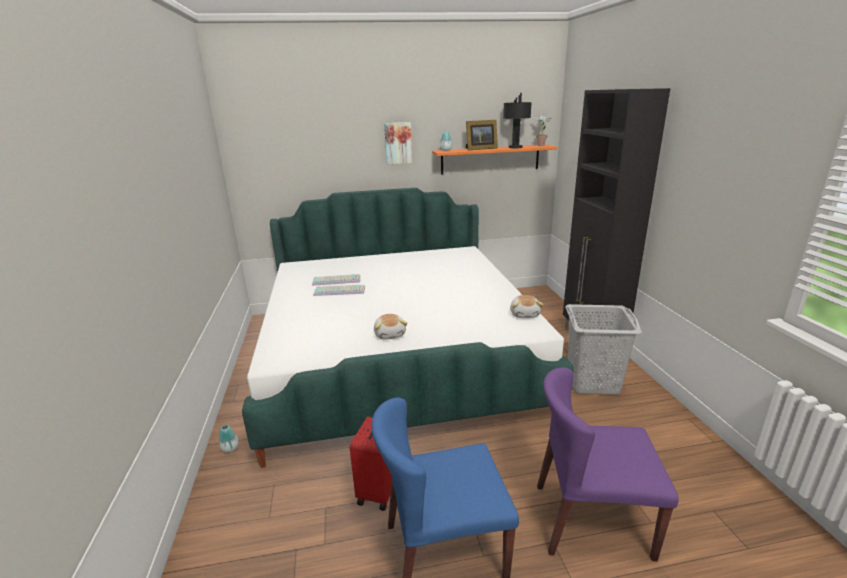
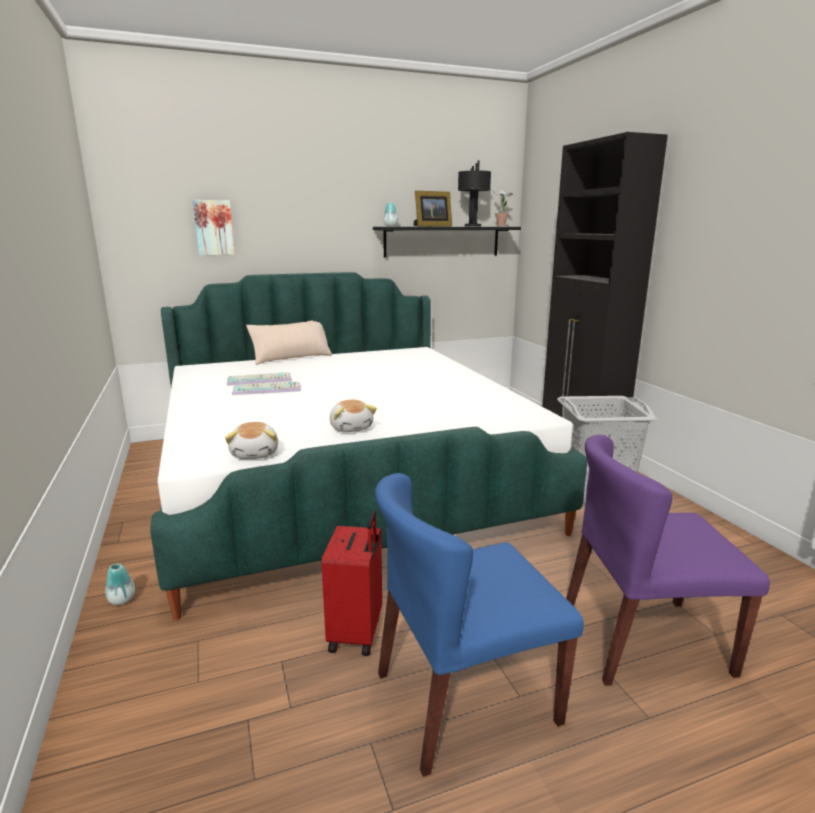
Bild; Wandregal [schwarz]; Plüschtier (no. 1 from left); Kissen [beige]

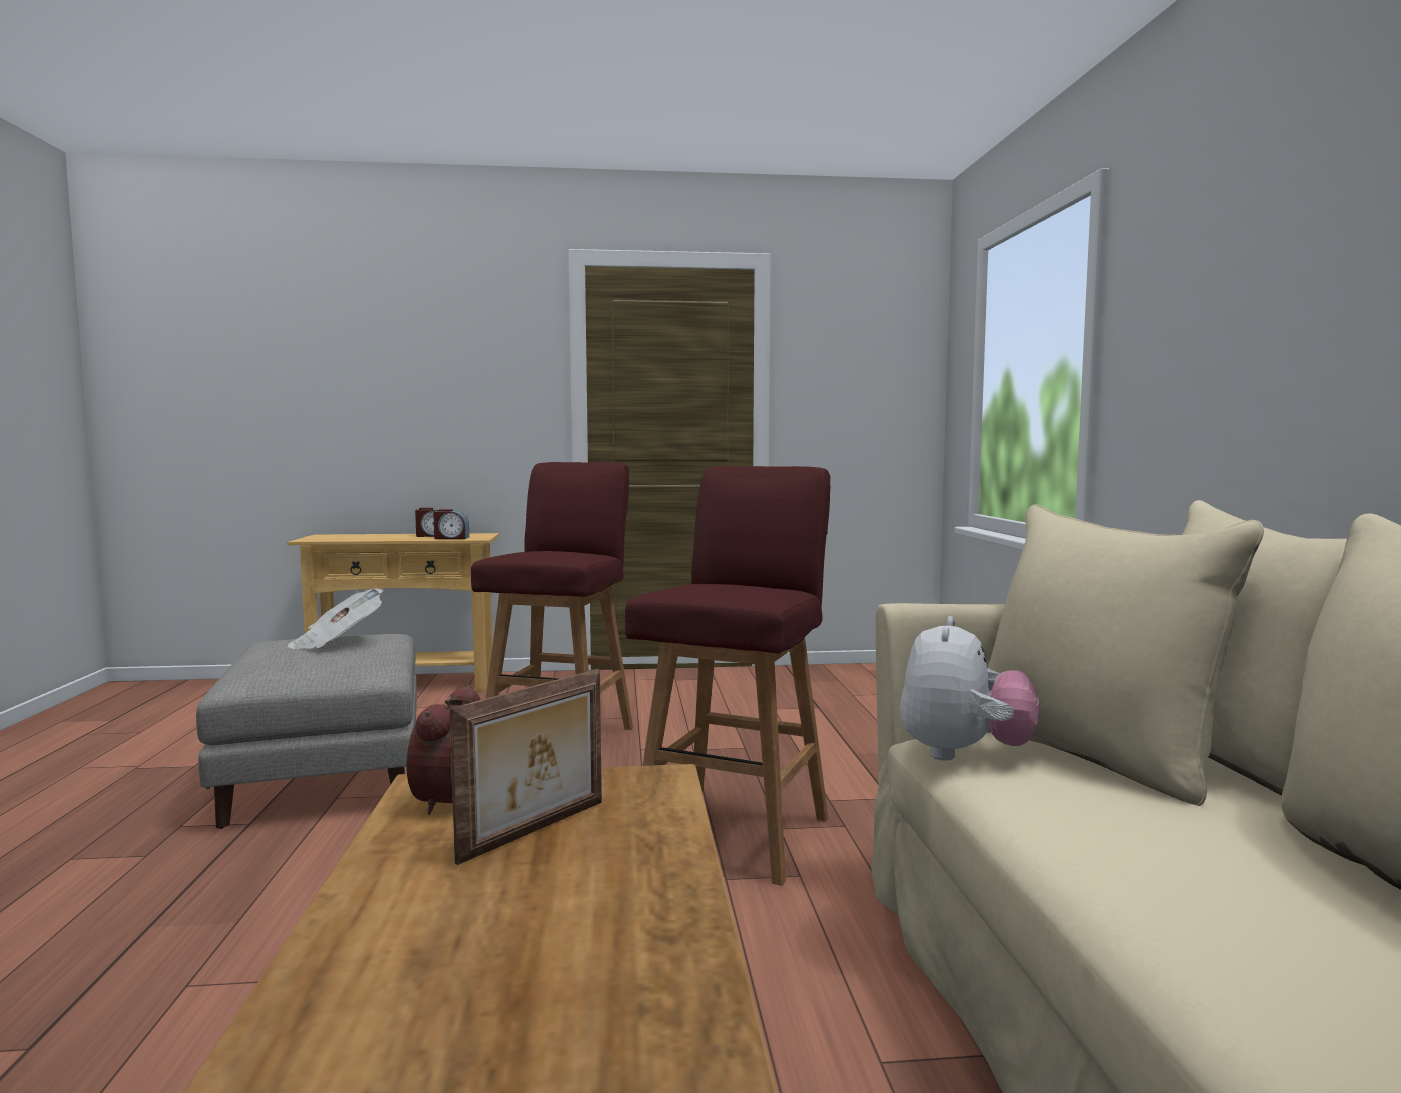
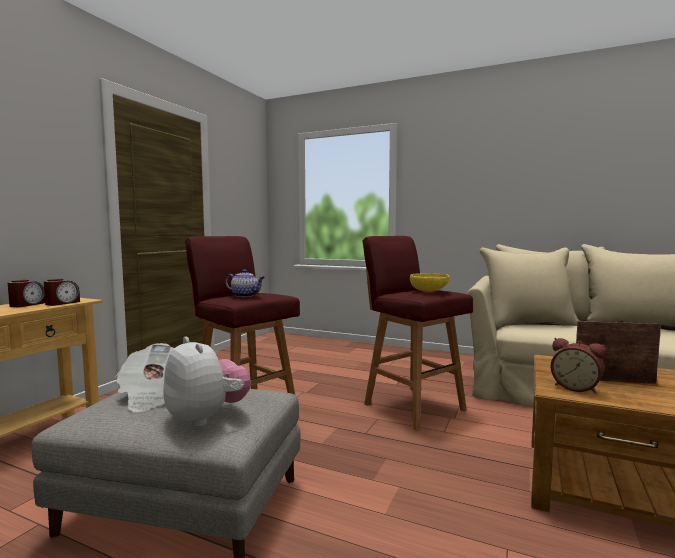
Plüschtier; Bilderrahmen; Teekanne; Schüssel [gelb]

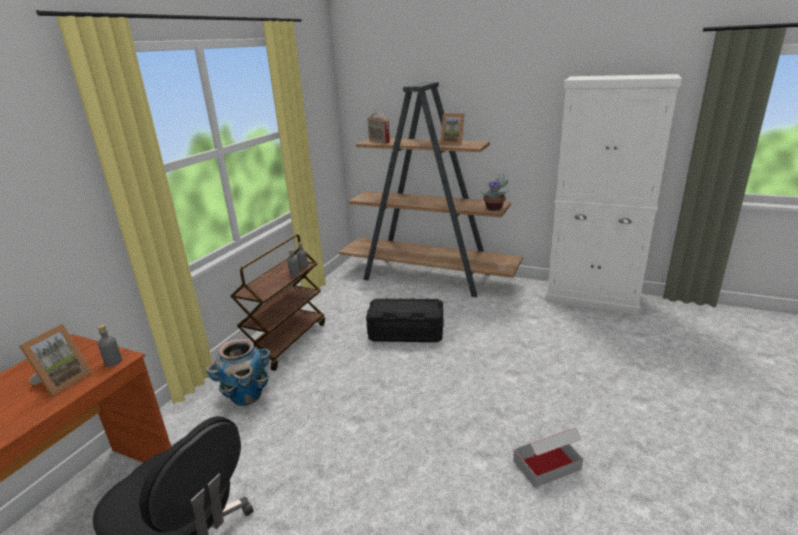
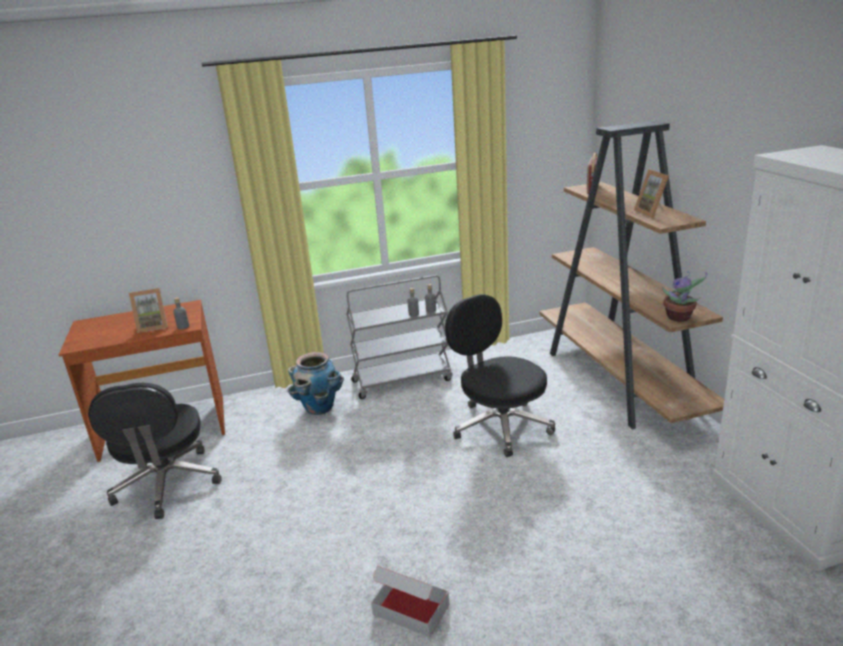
Rollwagen [grau]; Bürostuhl [schwarz] (no. 2 from left)

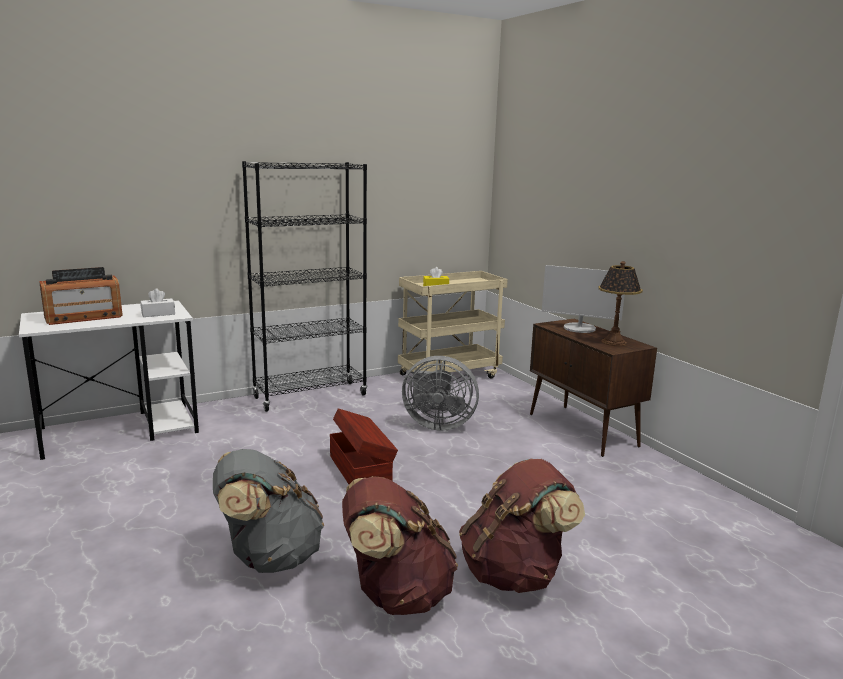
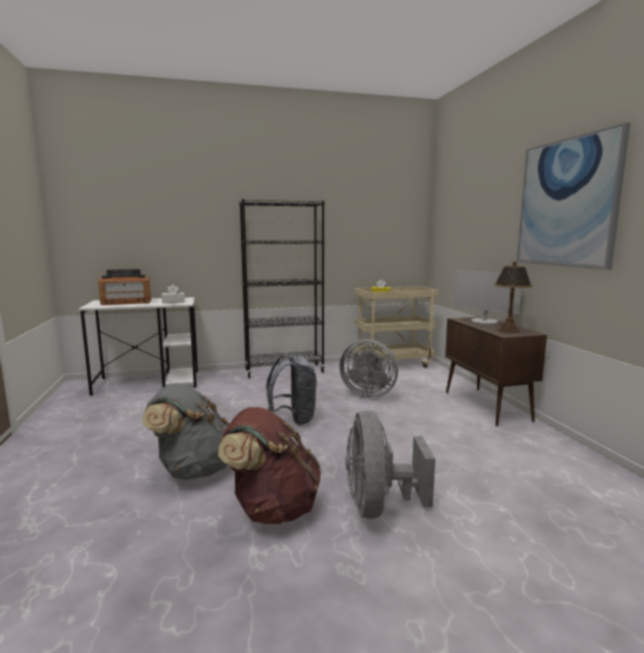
Rucksack [grau] (no. 2 from left); Ventilator [grau] (no. 2 from left); Bild

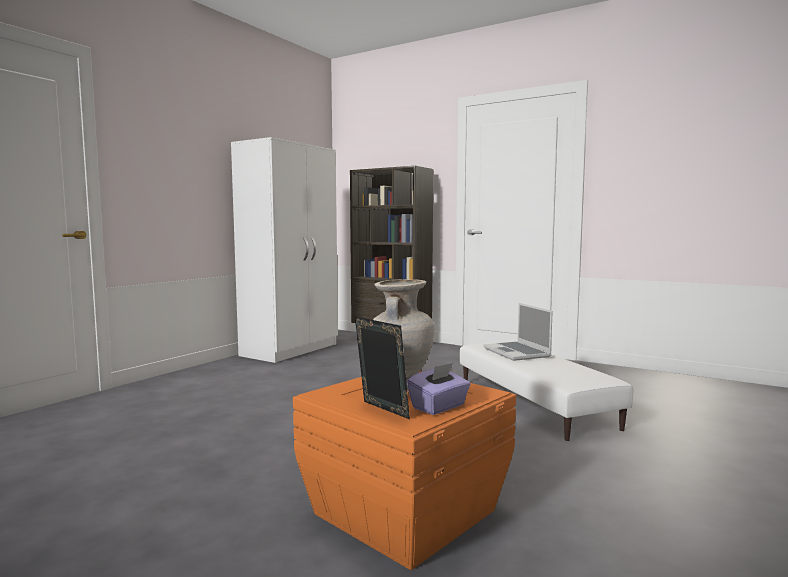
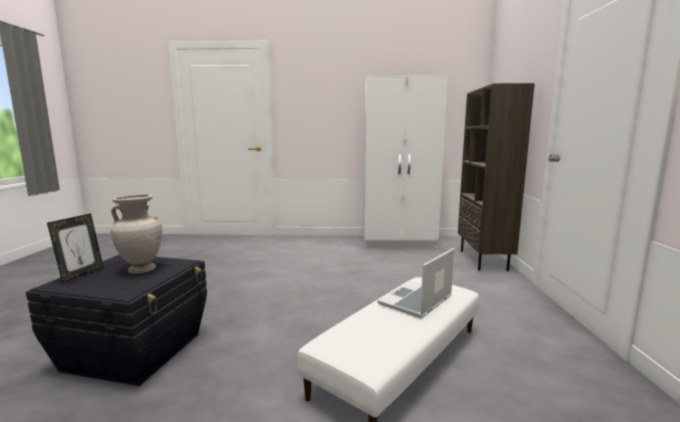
Taschentuchbox [lila]; Aufbewahrungsbox [schwarz]

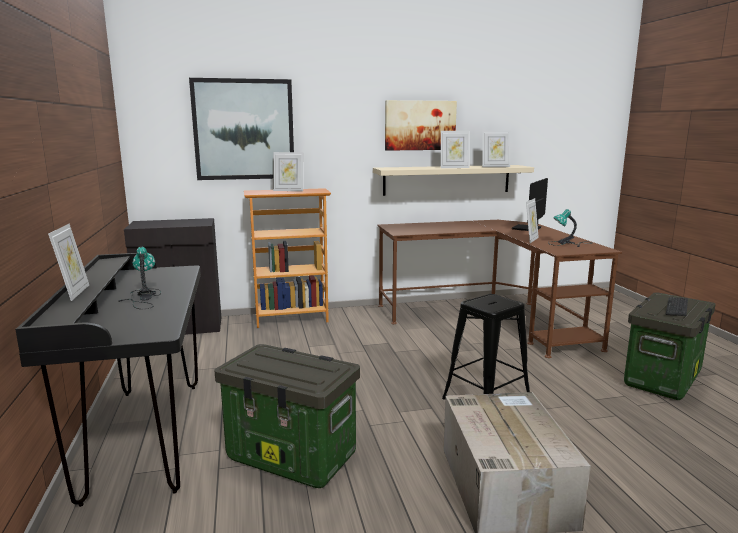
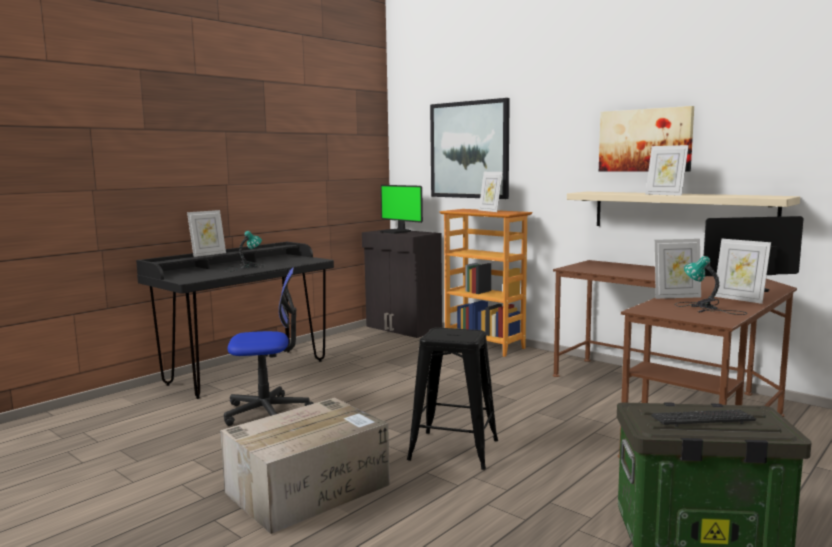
Bilderrahmen (no. 5 from left); Bürostuhl; Monitor (no. 1 from left)

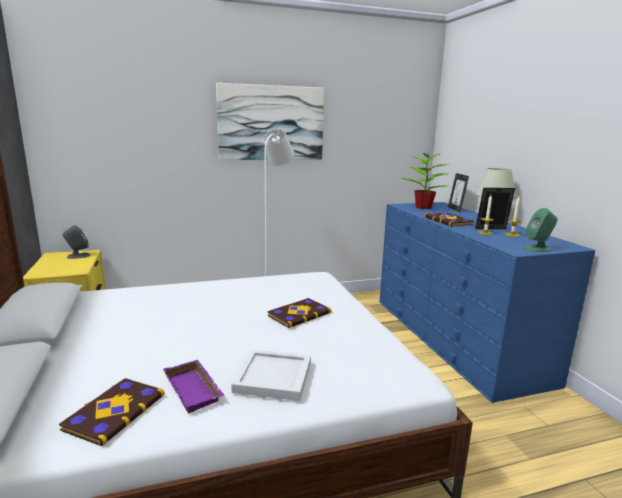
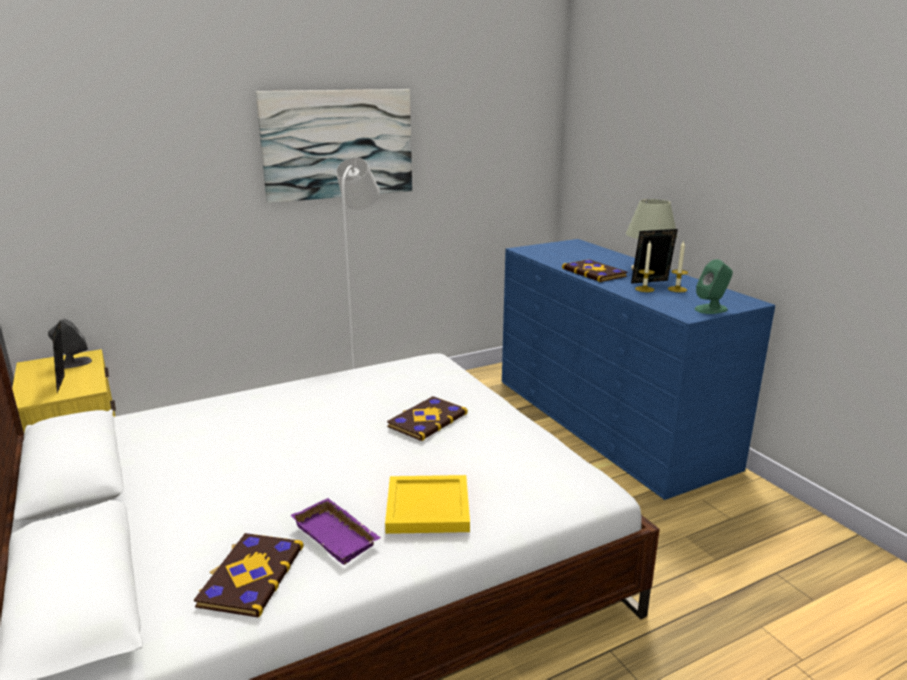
Topfpflanze; Bilderrahmen (no. 1 from left); Tablett [gelb]

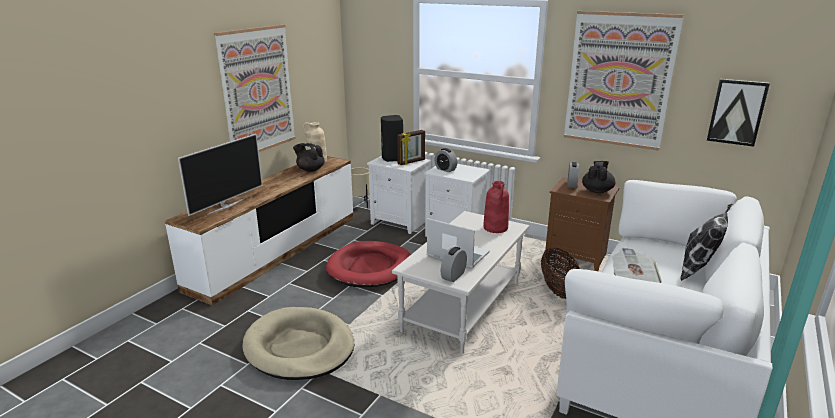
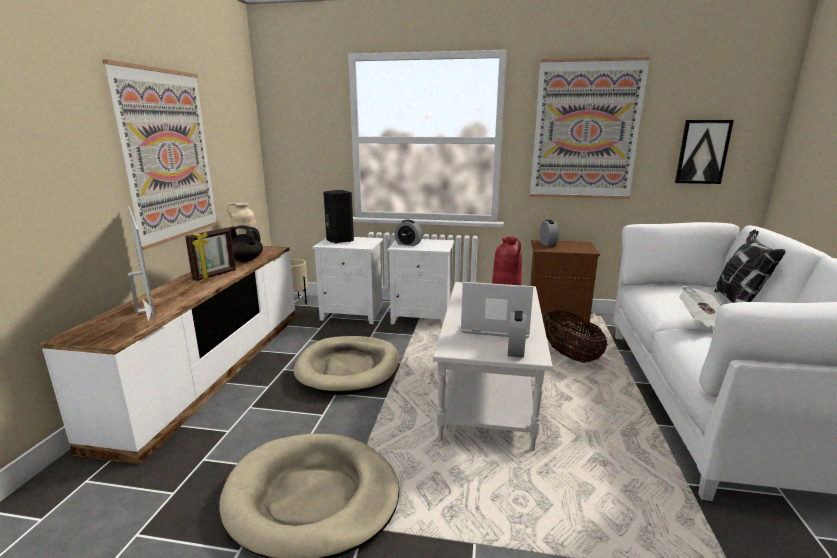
Bilderrahmen; Fernseher; Teekanne [schwarz] (no. 2 from left in the first image); Hundebett [beige] (no. 2 from left)

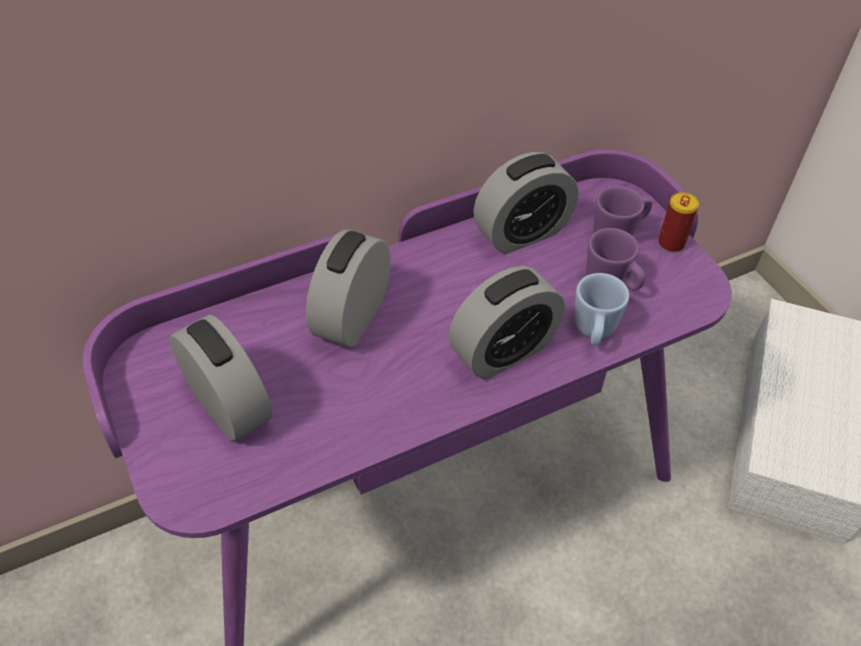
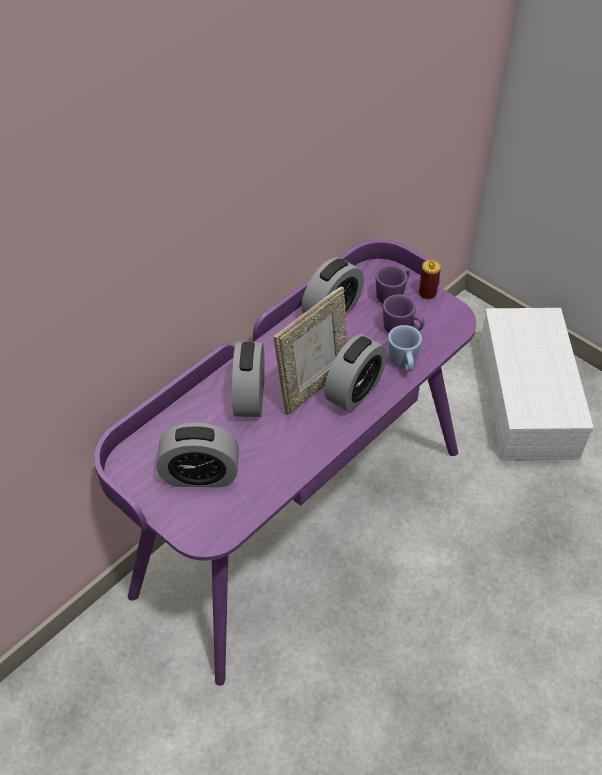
Wecker (no. 1 from left); Bilderrahmen

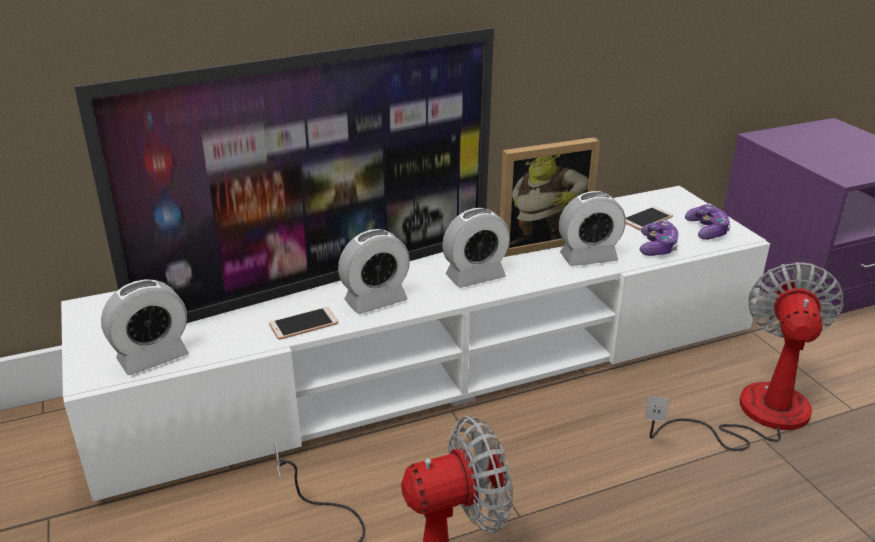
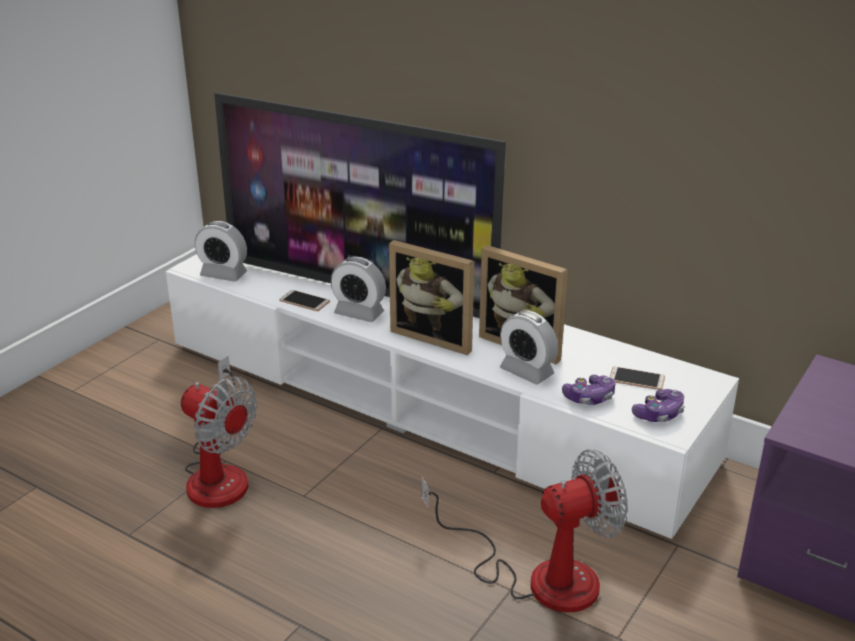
Bilderrahmen (no. 1 from left)

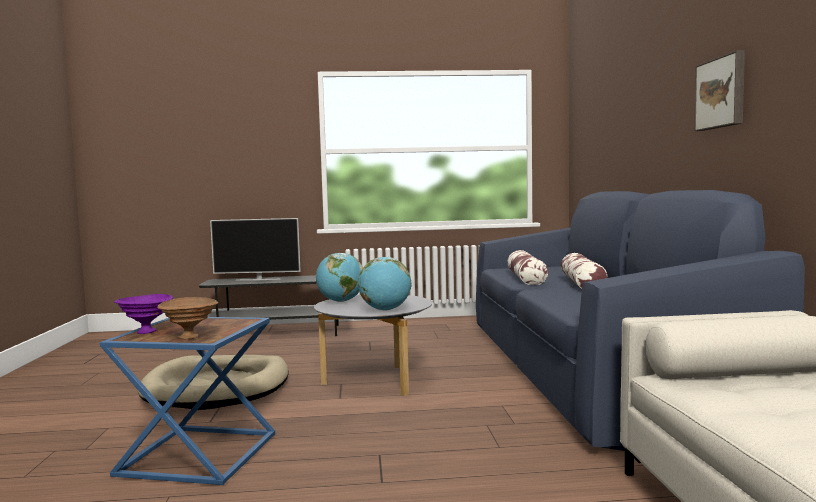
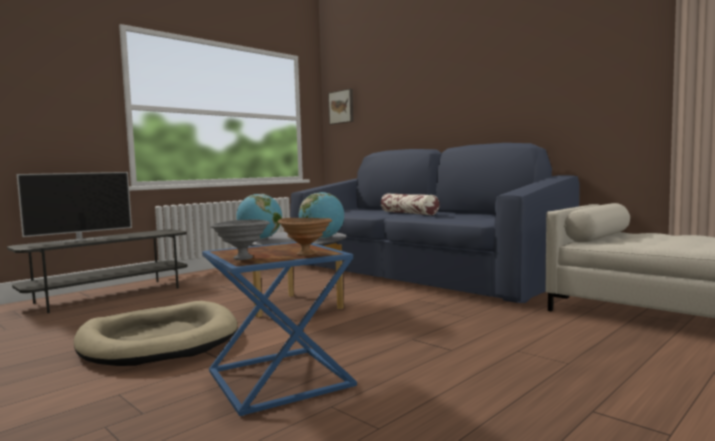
Bild; Kissen (no. 1 from left in the first image); Schüssel [grau]

